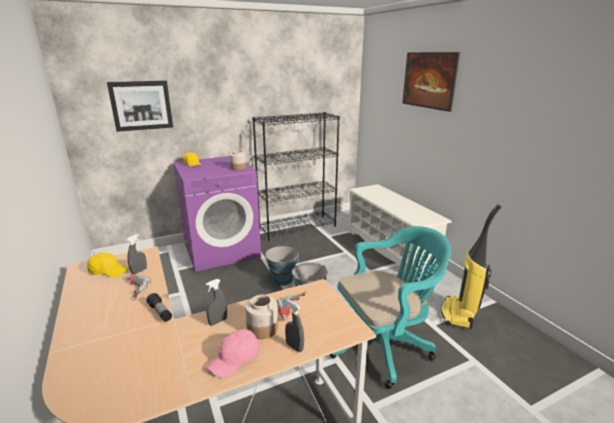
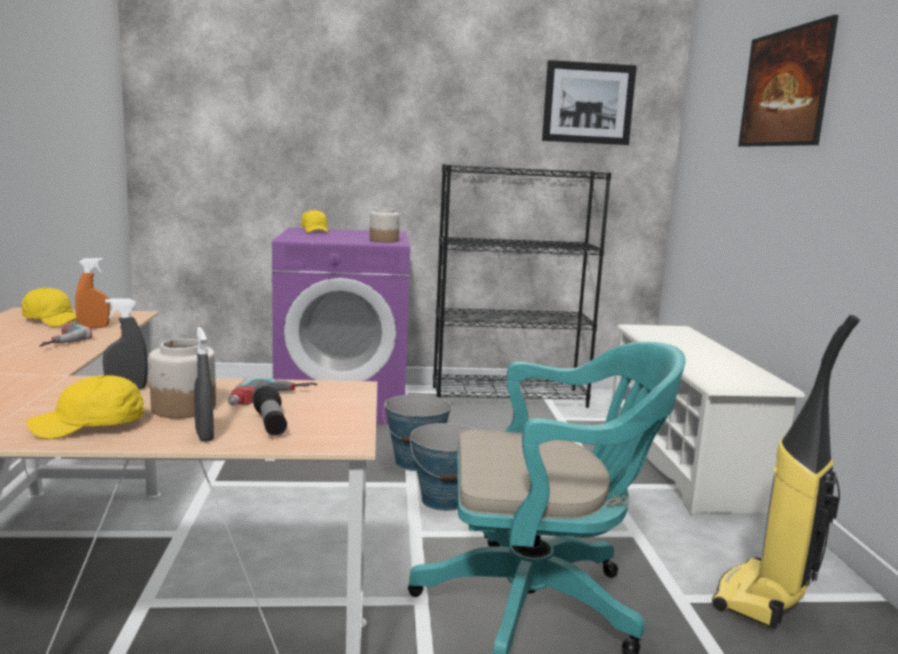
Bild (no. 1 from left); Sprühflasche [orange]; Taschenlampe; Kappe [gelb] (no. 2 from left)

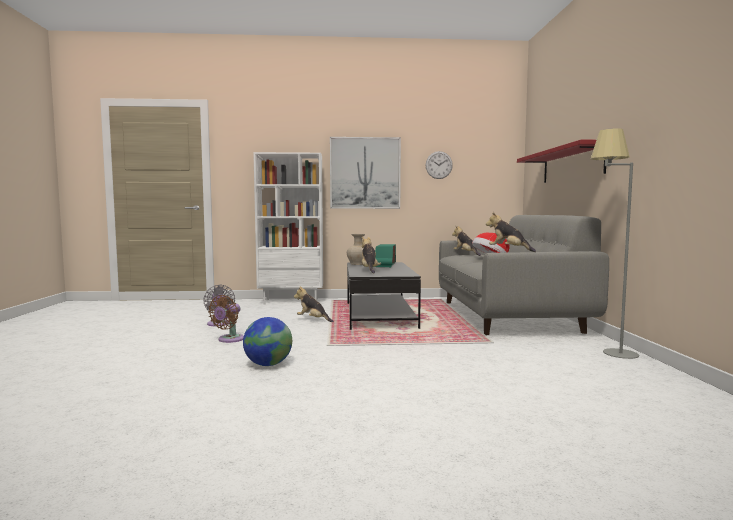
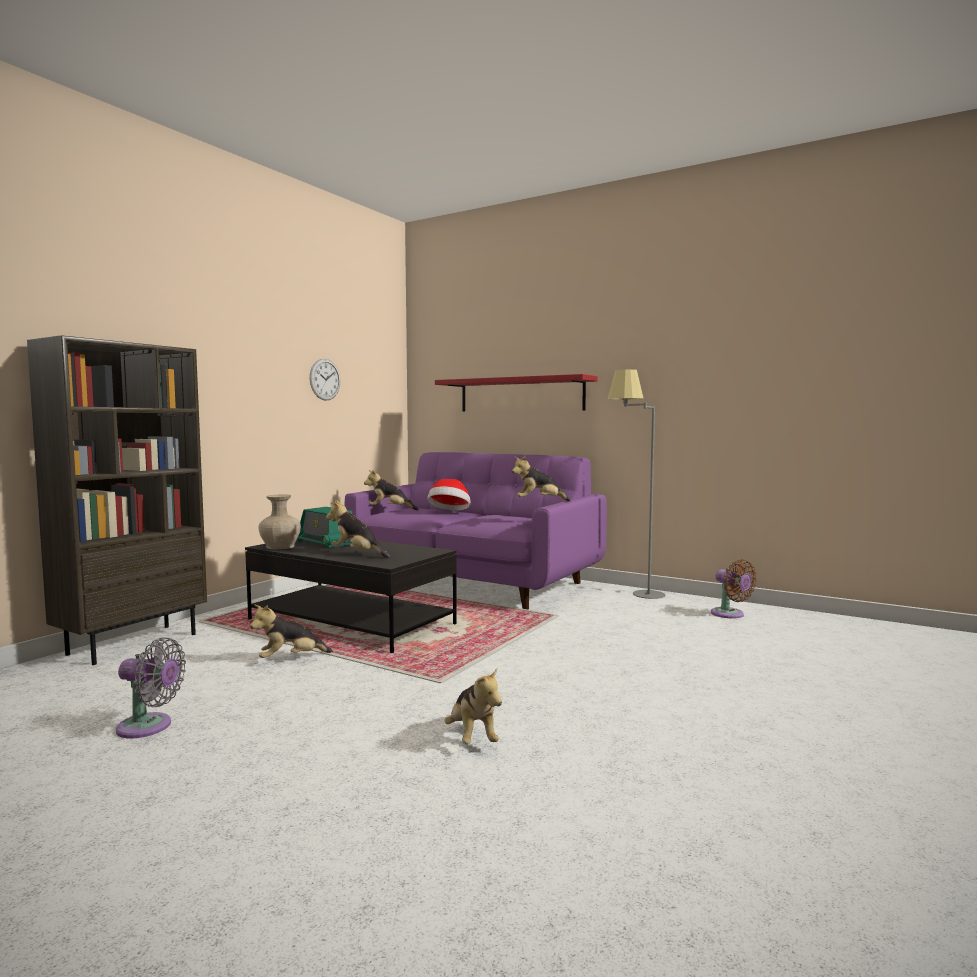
Bild; Bücherregal [braun]; Sofa [lila]; Ventilator [braun]; Plüschtier (no. 4 from left)

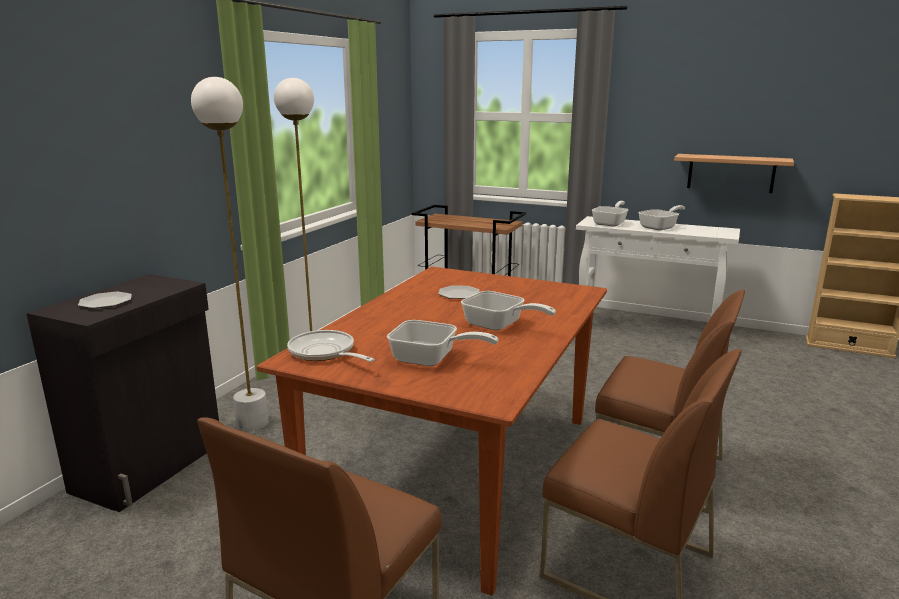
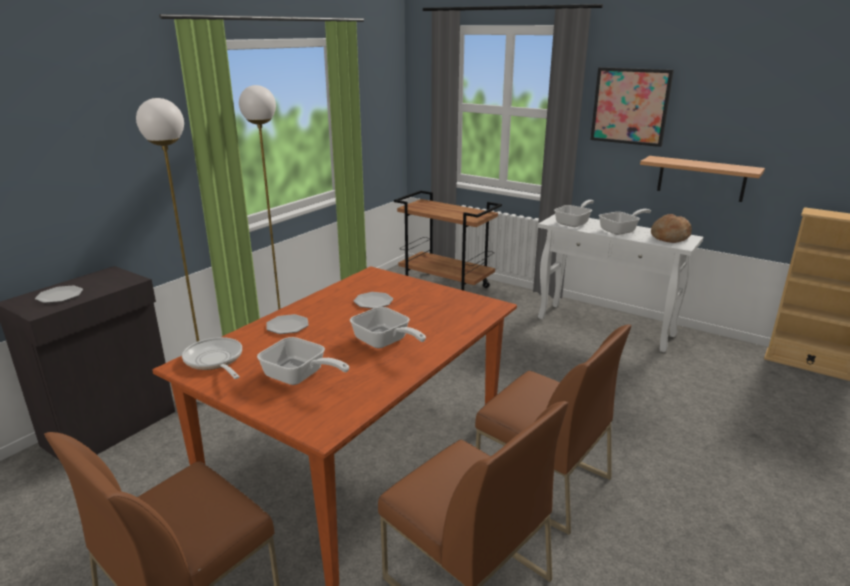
Bild; Brot; Teller (no. 2 from left)

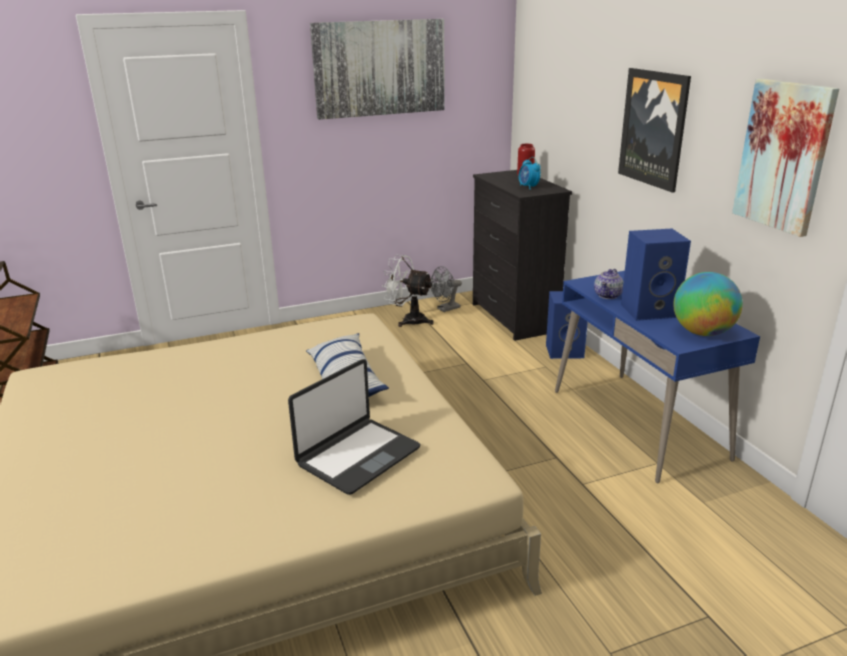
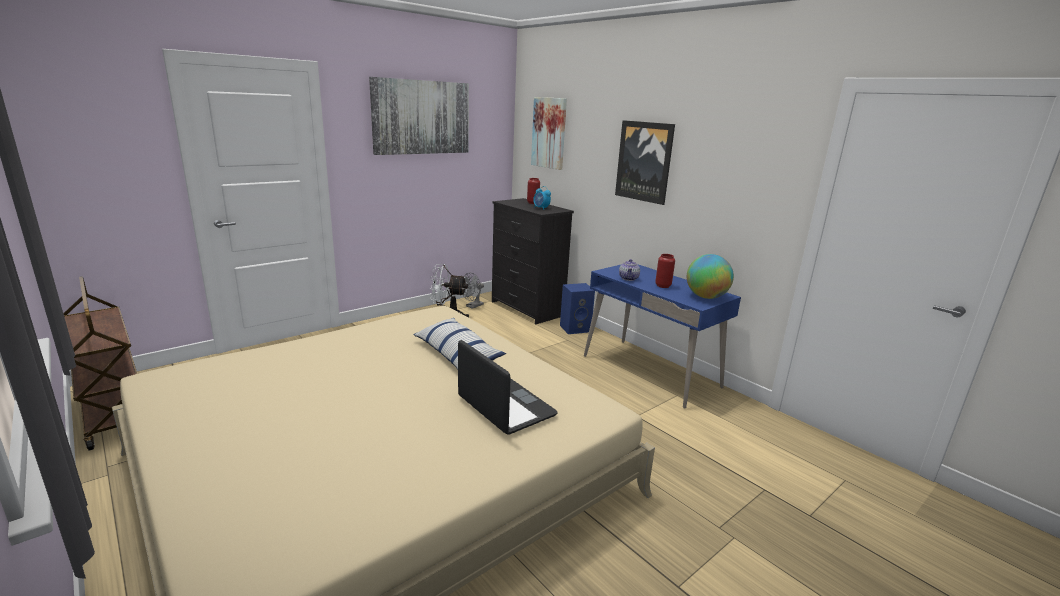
Bild (no. 2 from left); Vase [rot] (no. 2 from left); Laptop

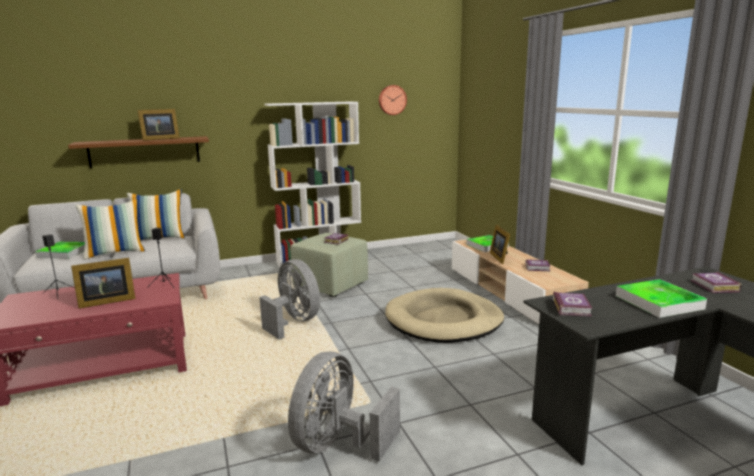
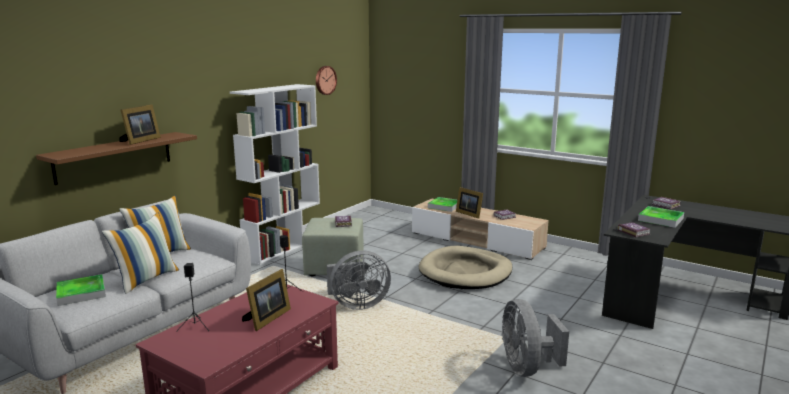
Ventilator [grau] (no. 1 from left)

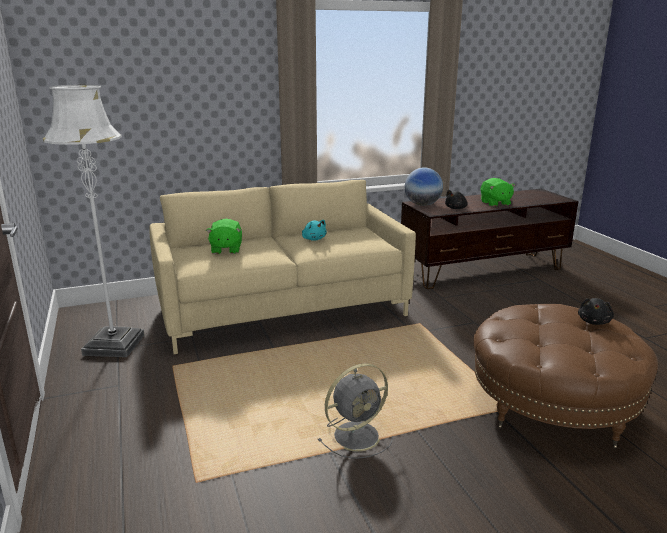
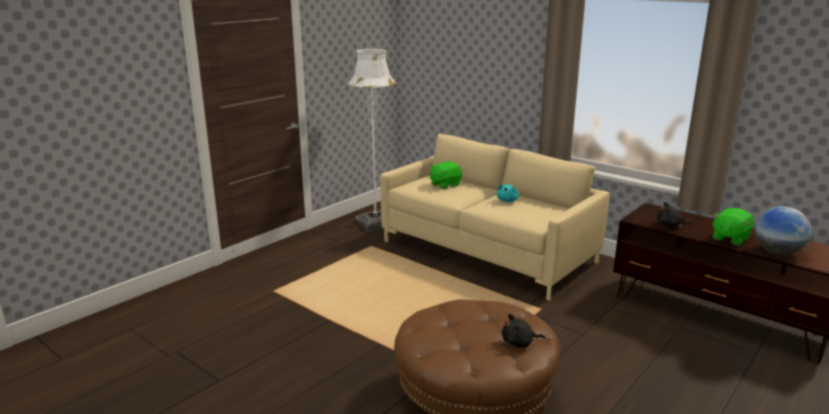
Globus; Ventilator [grau]

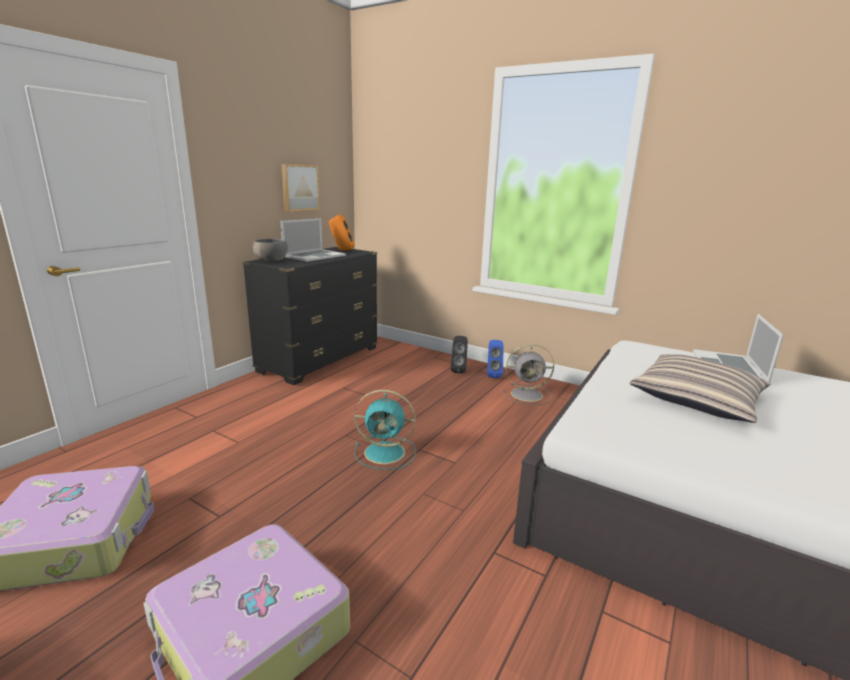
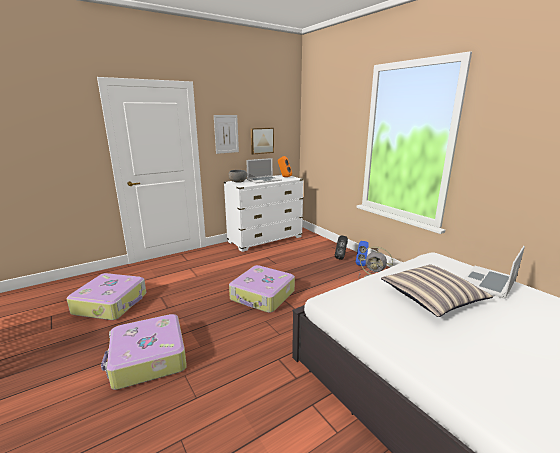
Kommode [weiß]; Koffer (no. 3 from left); Bild (no. 1 from left)

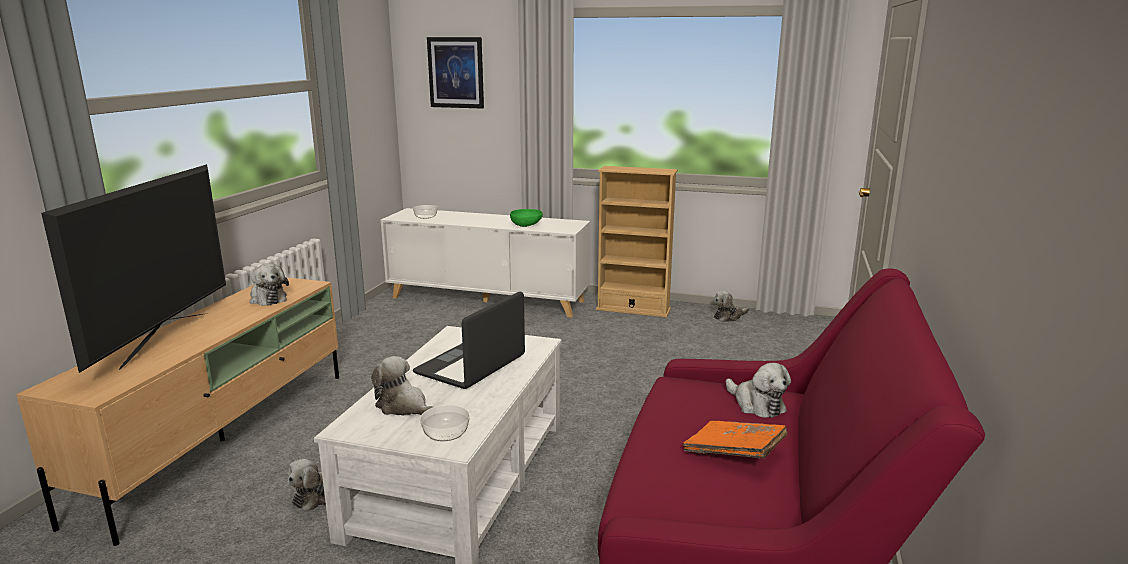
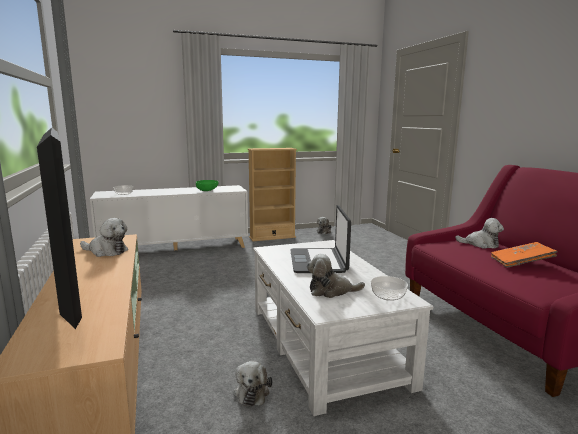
Bild

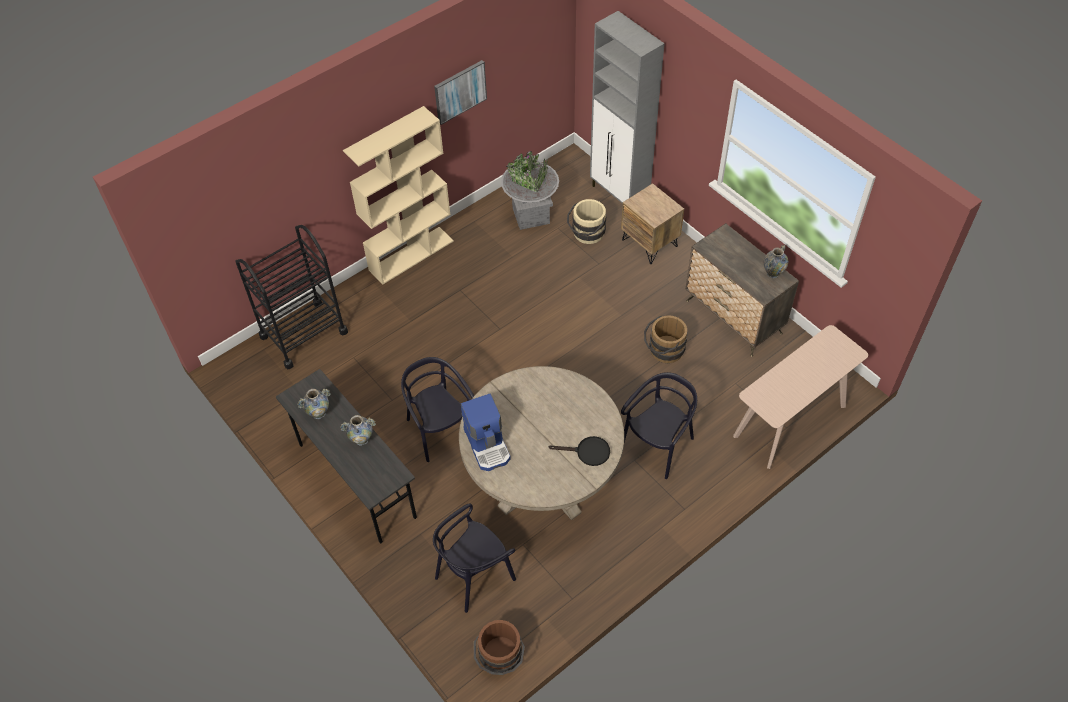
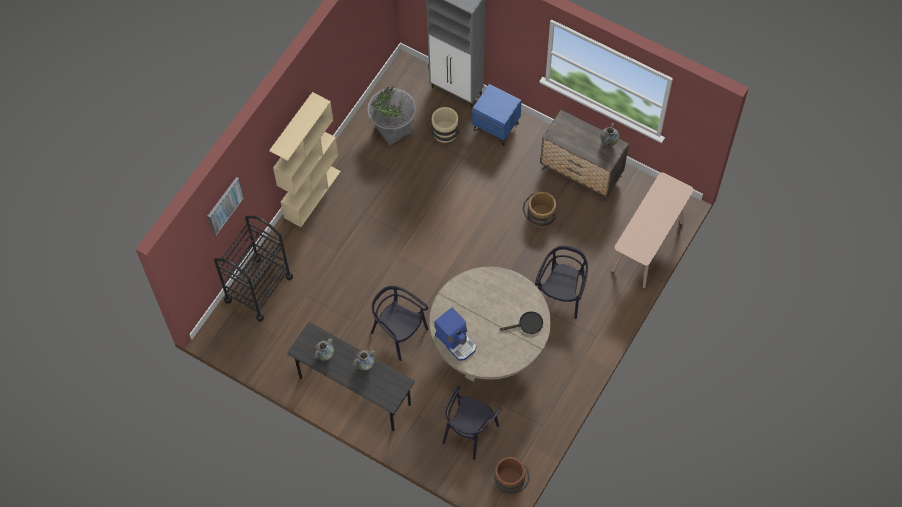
Bild; Nachttisch [blau]

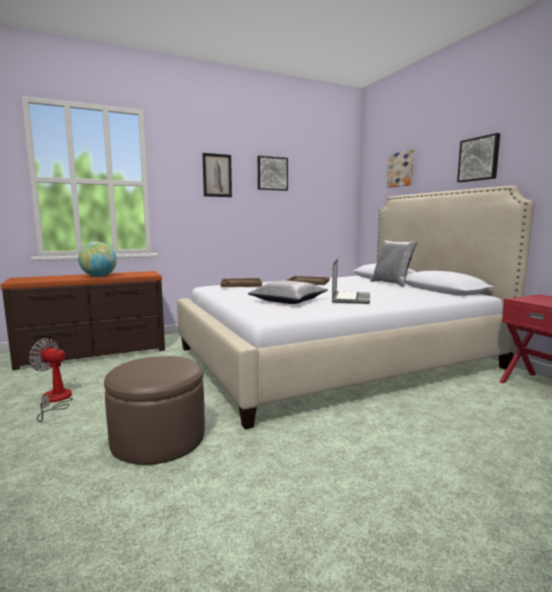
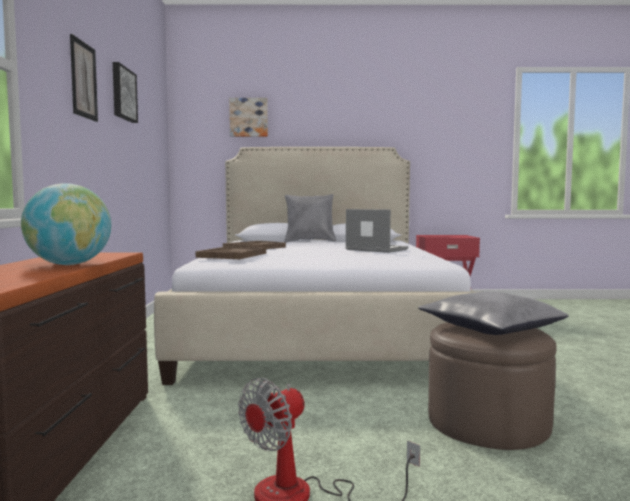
Bild (no. 4 from left in the first image); Kissen [grau] (no. 2 from left)

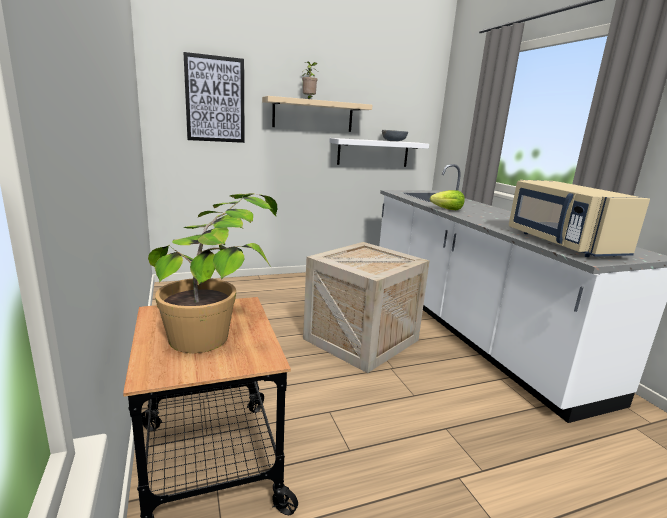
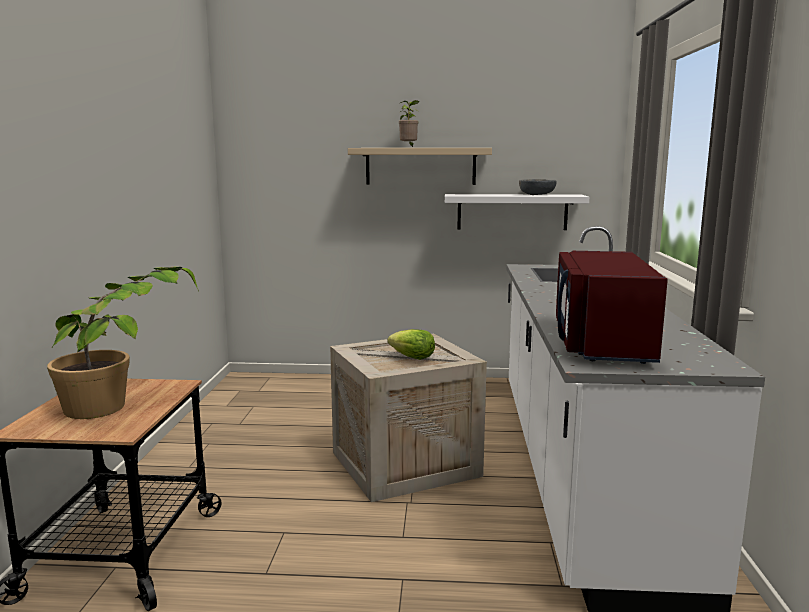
Bild; Mikrowelle [rot]; Salatkopf

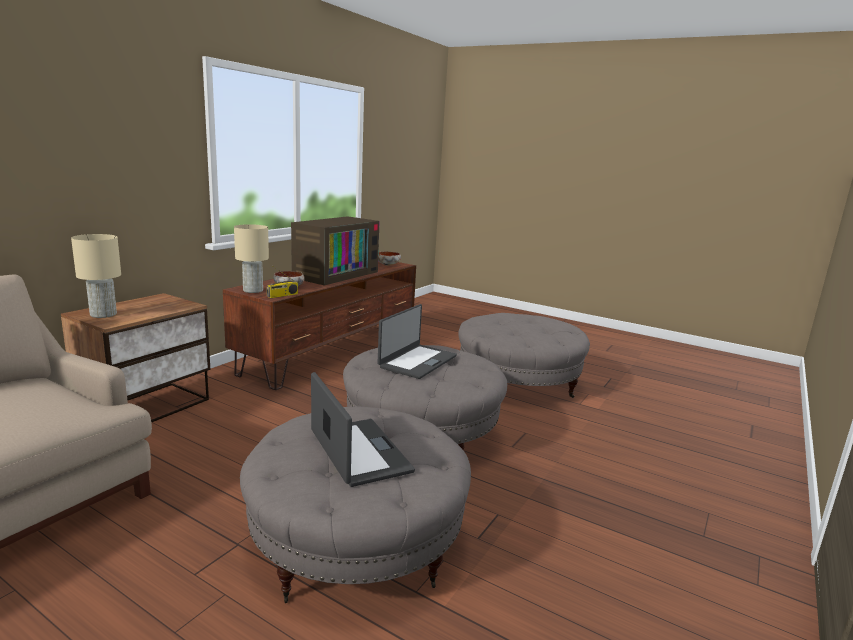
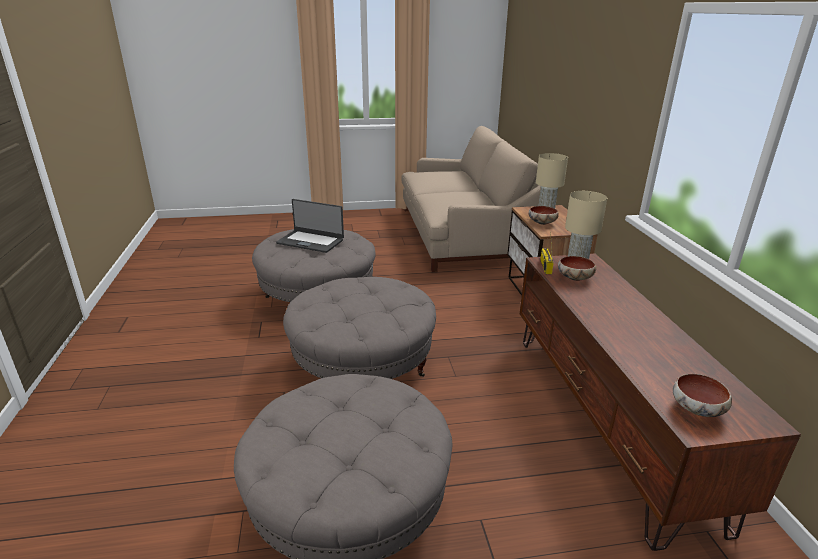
Fernseher; Laptop (no. 2 from left in the first image); Schüssel (no. 1 from left)

